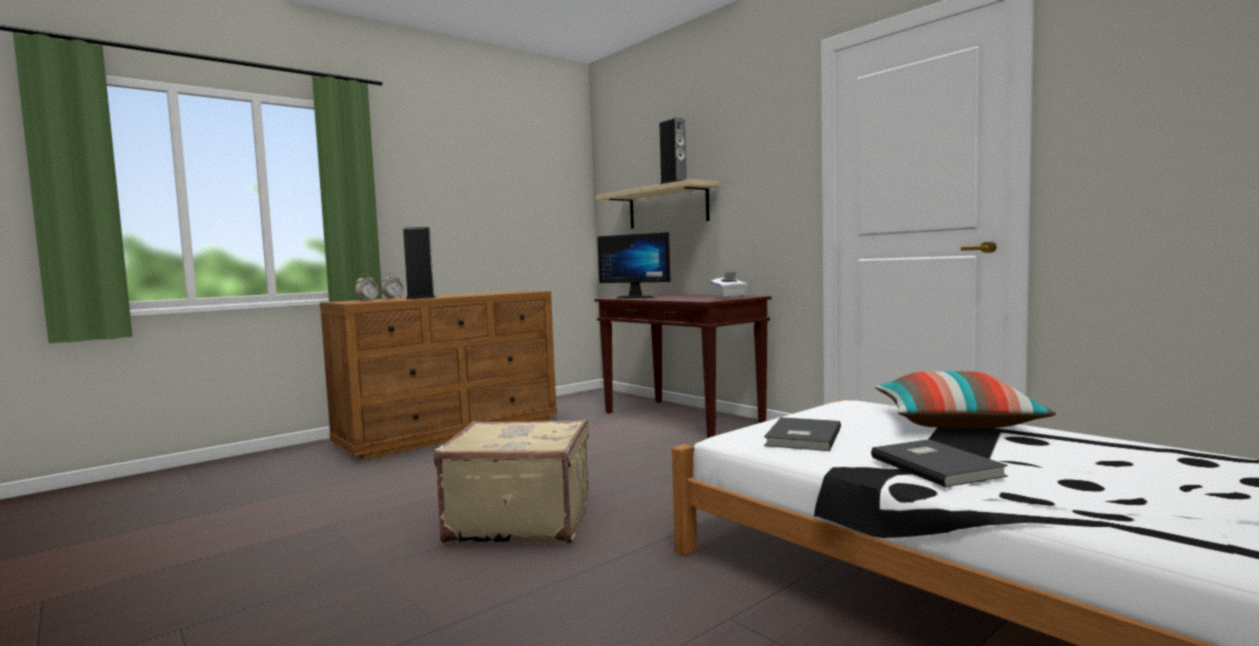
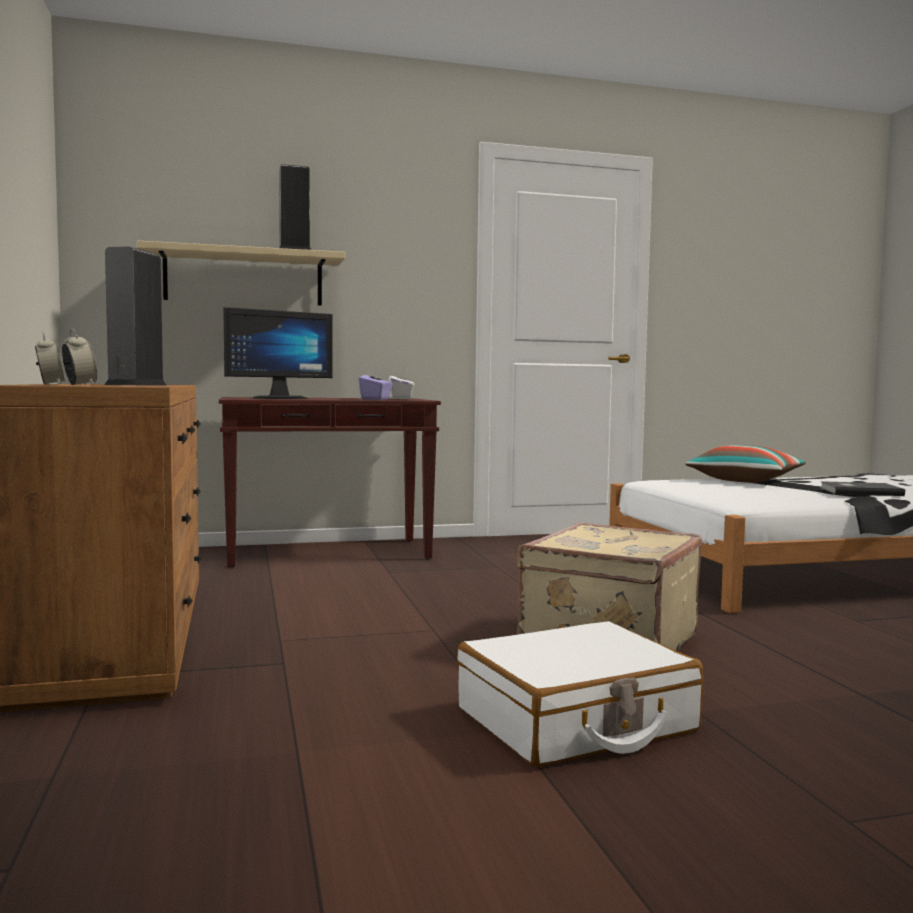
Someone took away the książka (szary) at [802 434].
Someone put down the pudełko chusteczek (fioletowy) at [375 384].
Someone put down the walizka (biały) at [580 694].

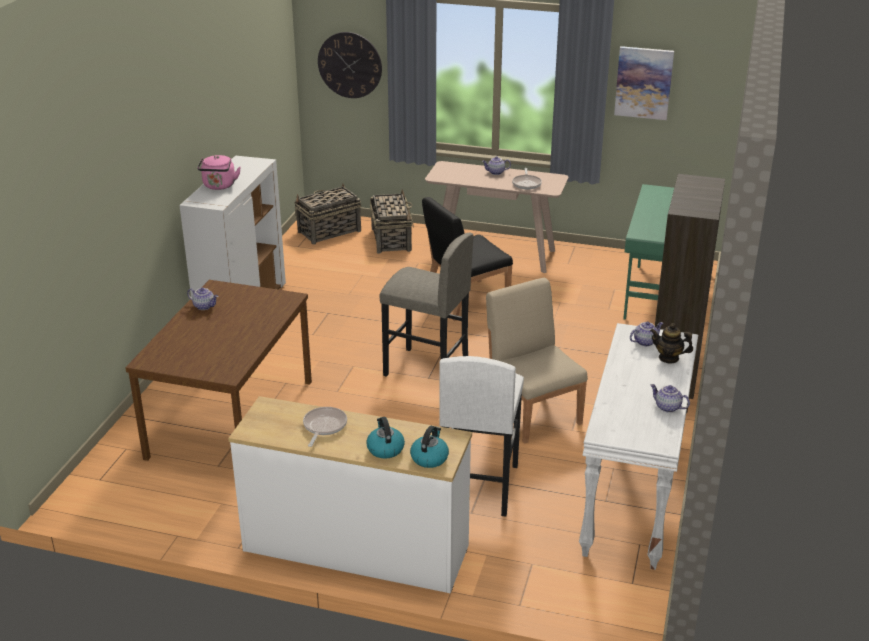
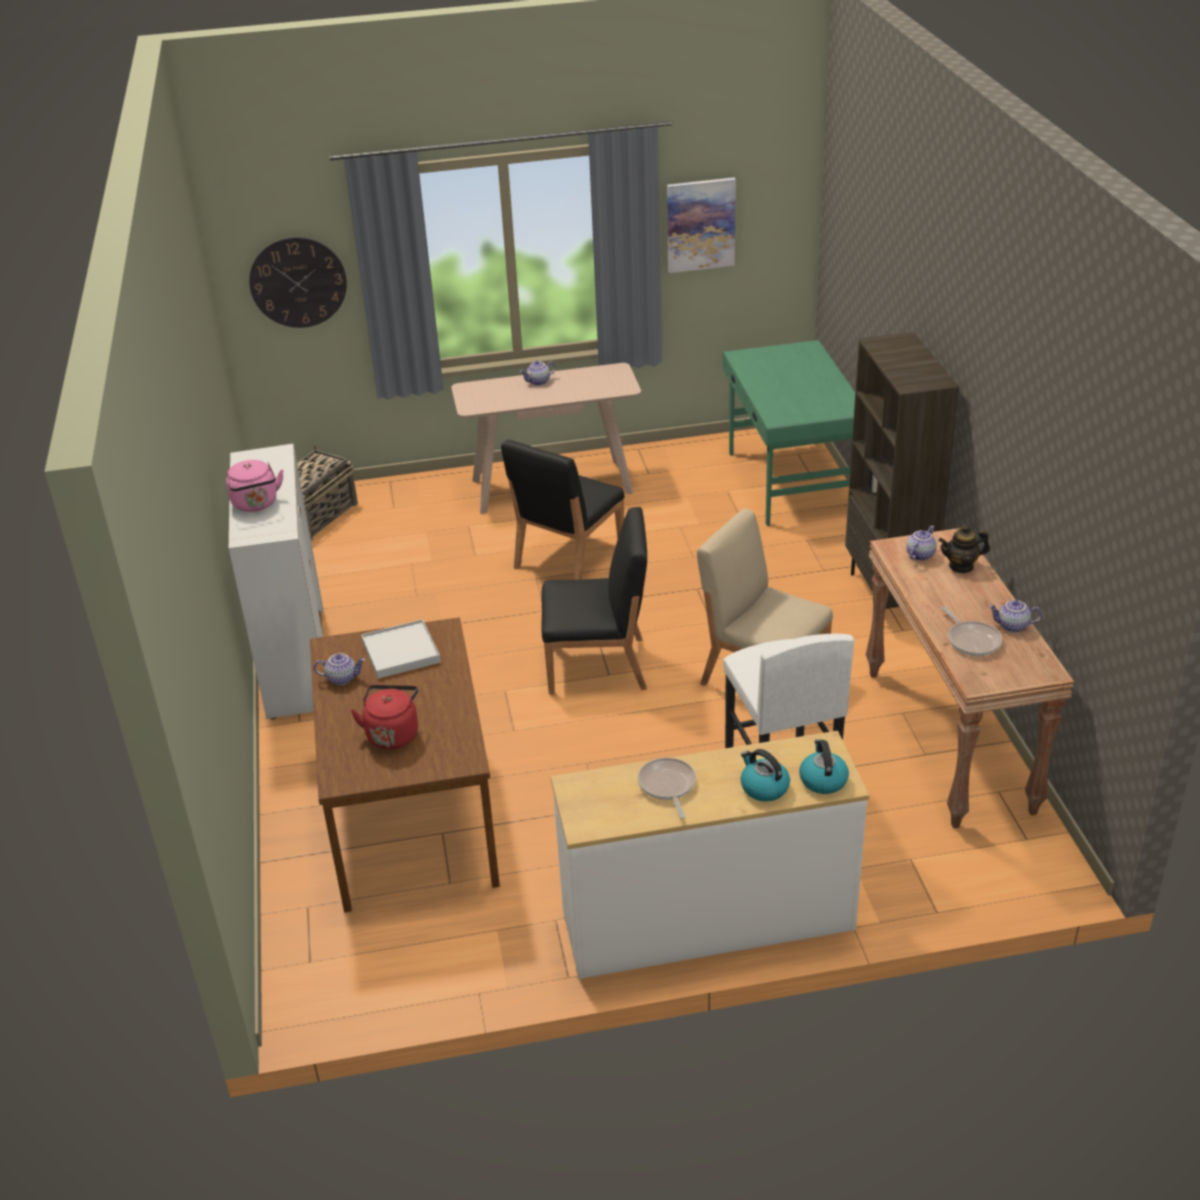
Someone took away the koszyk at [392 221].
Someone put down the czajnik (czerwony) at [384 717].
Someone put down the taca (biały) at [401 649].
Someone carried the patelnia from [527 179] to [971 631].
Someone swapped the stołek (szary) at [426 305] for the krzesło (czarny) at [594 601].
Someone repainted the stolik konsolowy (biały) at [638 446], which became the stolik konsolowy (brązowy) at [970 678].

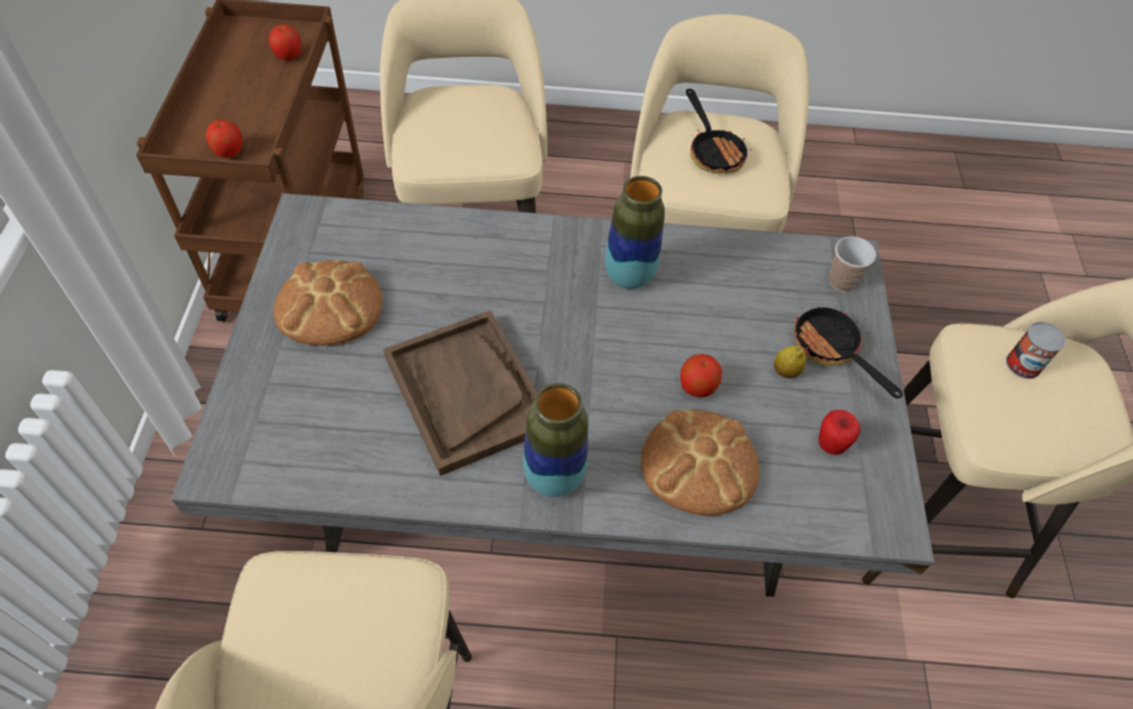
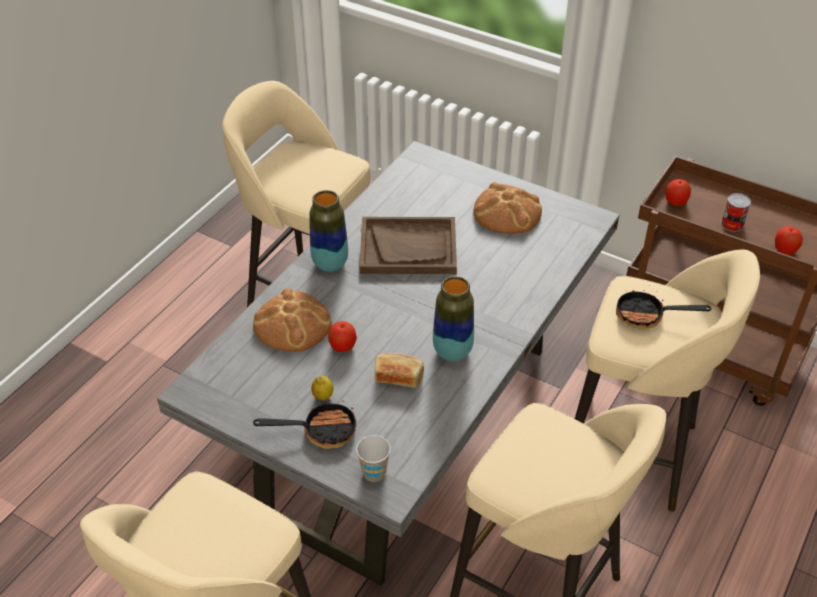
Someone took away the jabłko at [839 432].
Someone put down the chleb at [399 370].
Someone carried the patelnia from [718 131] to [663 309].
Someone carried the puszka from [1035 350] to [736 212].

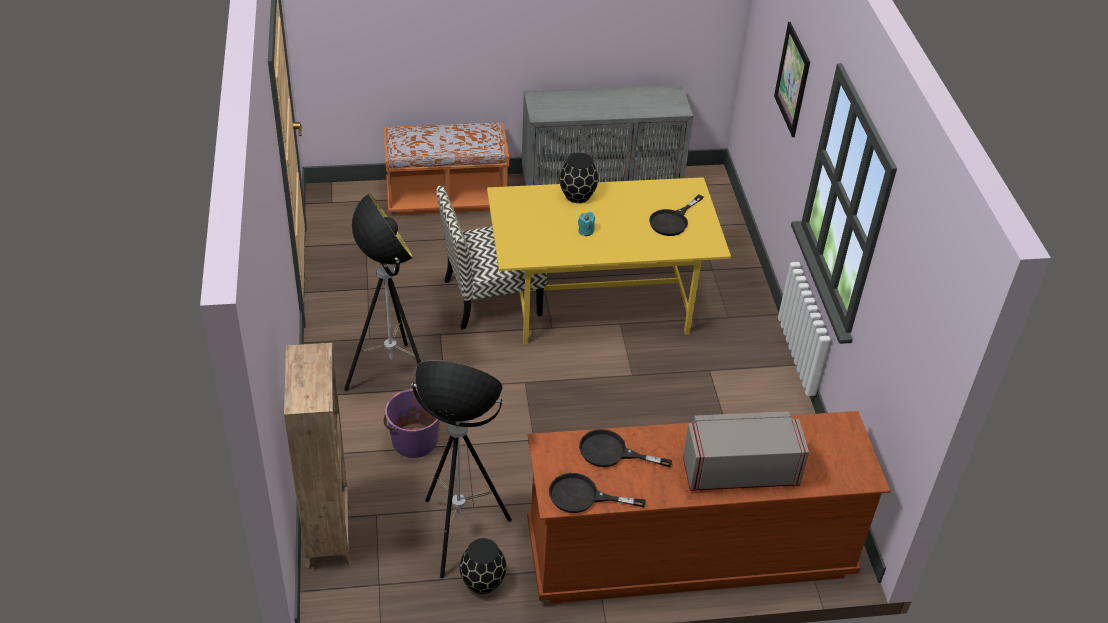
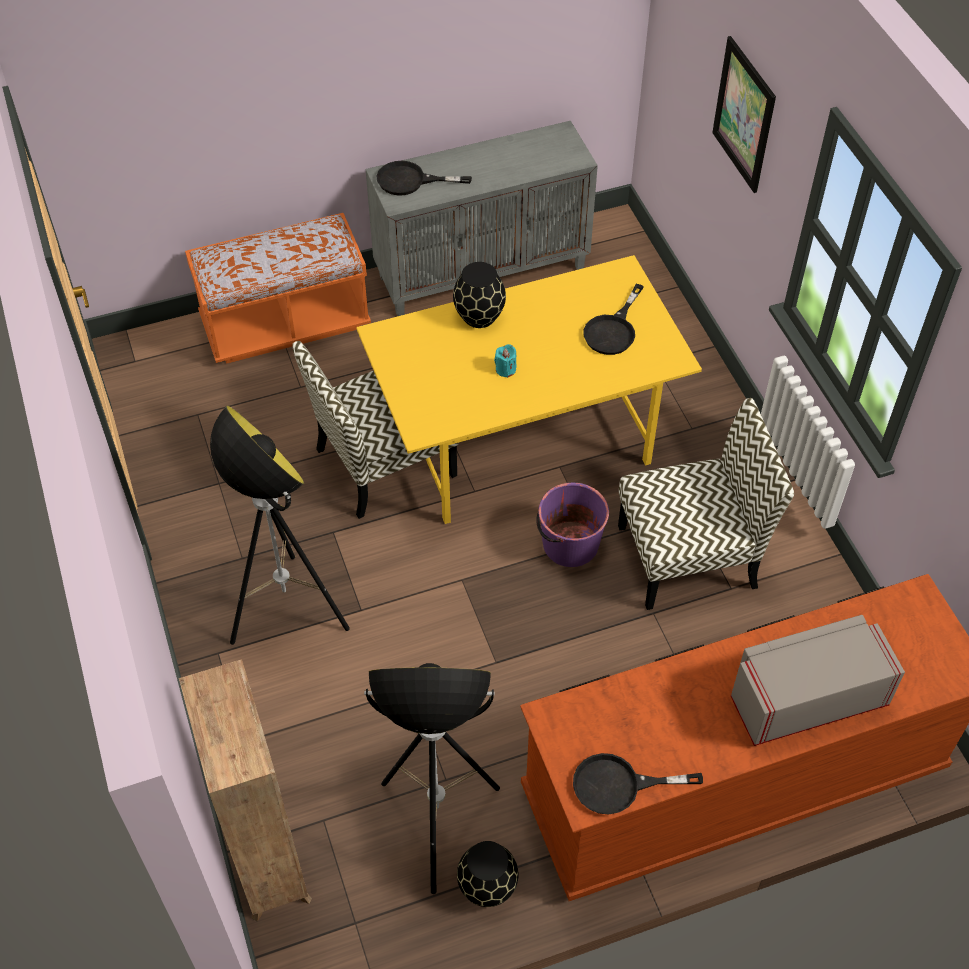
Someone put down the krzesło at [706 504].
Someone carried the wiadro (fioletowy) from [412 423] to [572 525].
Someone carried the patelnia (czarny) from [625 448] to [424 178].

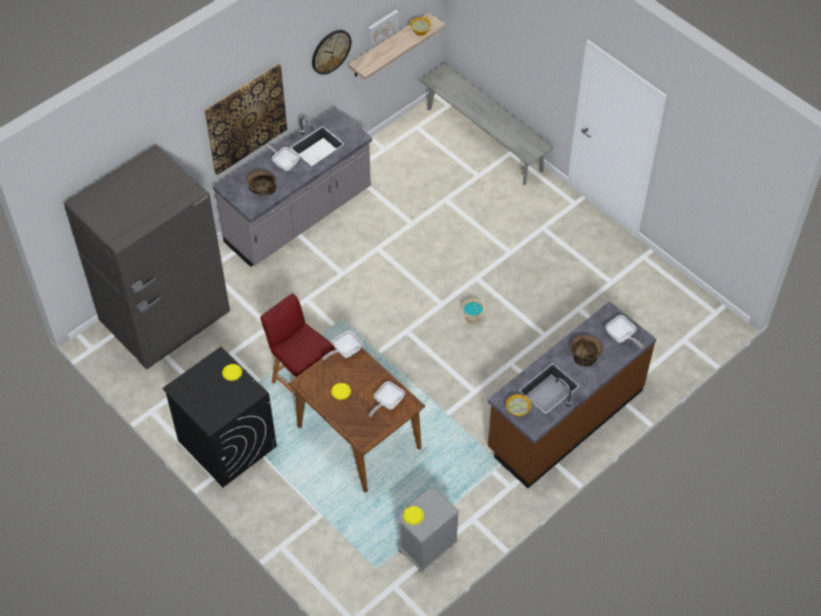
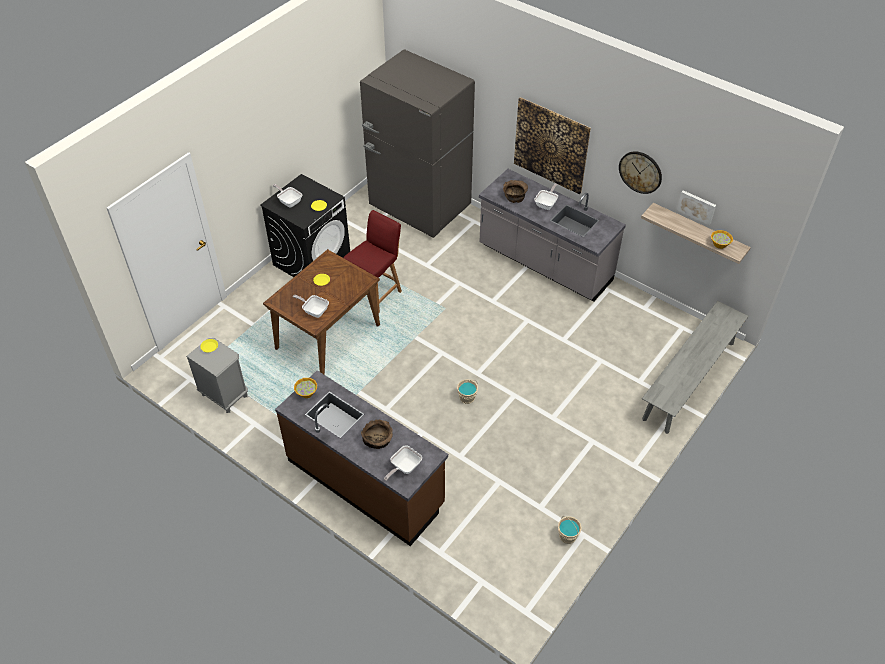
Someone put down the wiadro (beżowy) at [570 530].
Someone carried the patelnia from [342 345] to [287 196].

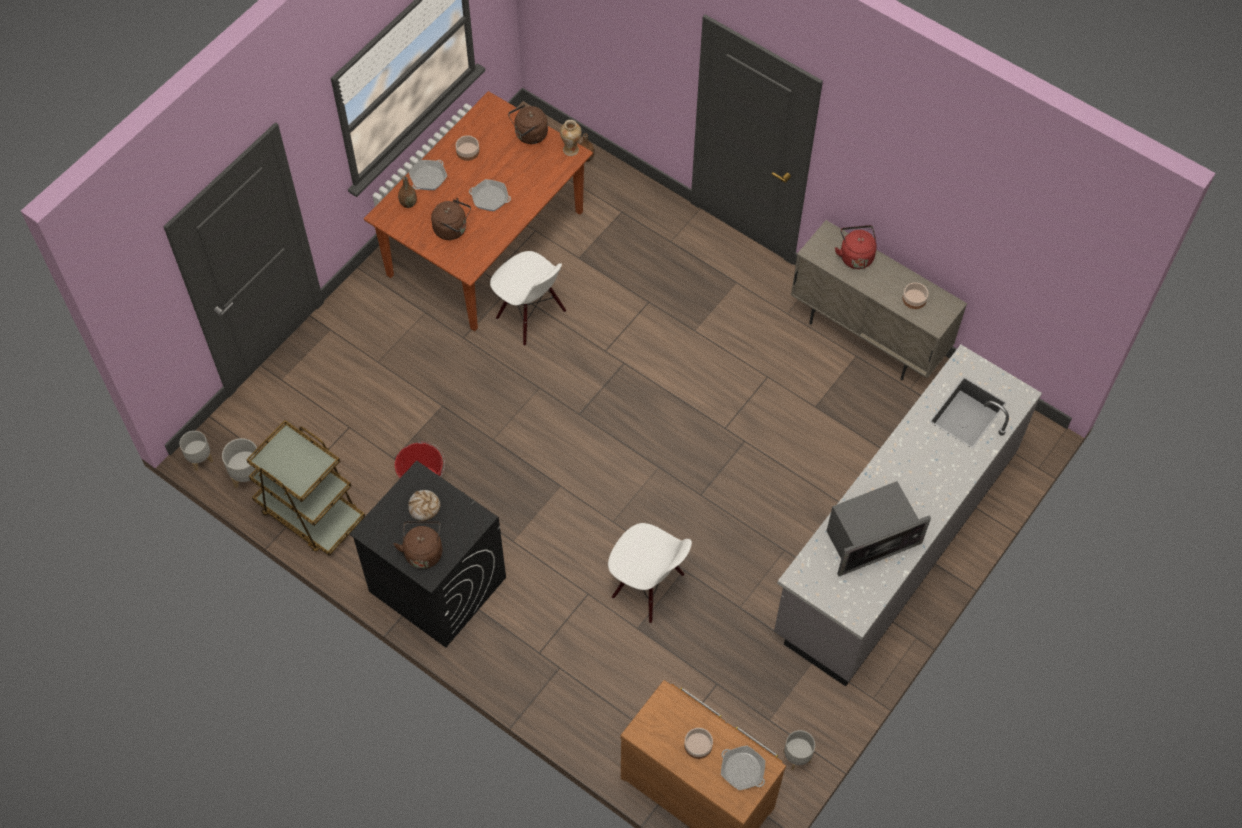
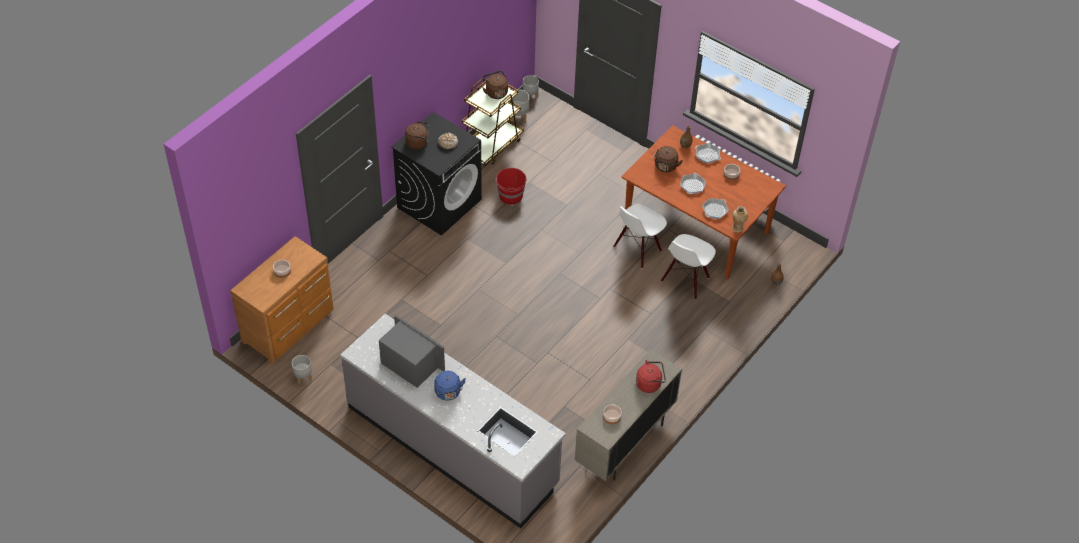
Someone put down the czajnik (niebieski) at [450 386].
Someone carried the czajnik (brązowy) from [528 124] to [495 85].
Someone carried the krzesło (biały) from [650 573] to [688 266].
Someone carried the patelnia from [743 768] to [715 208].
Someone rotated the mikrofalówka at [879 529] by 150 degrees clockwise.

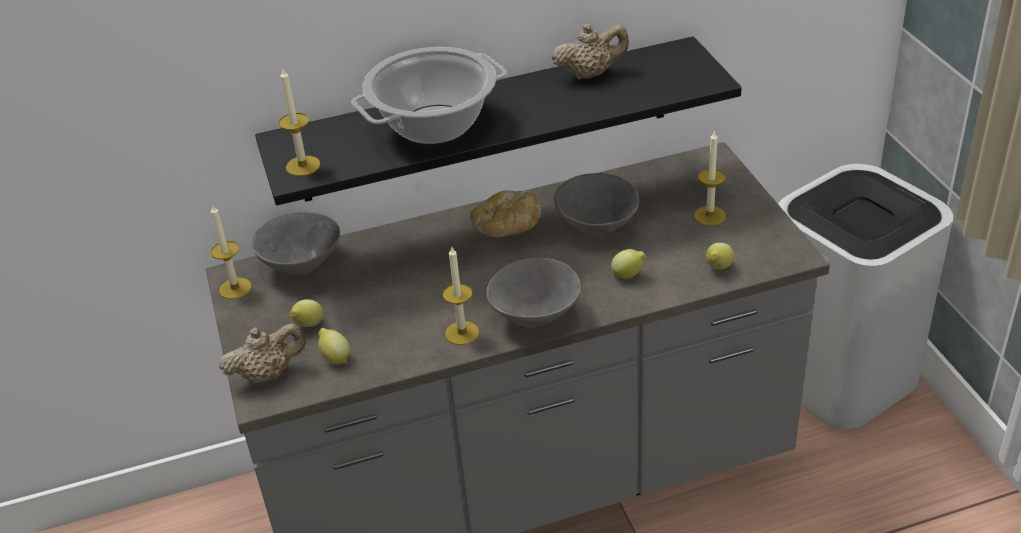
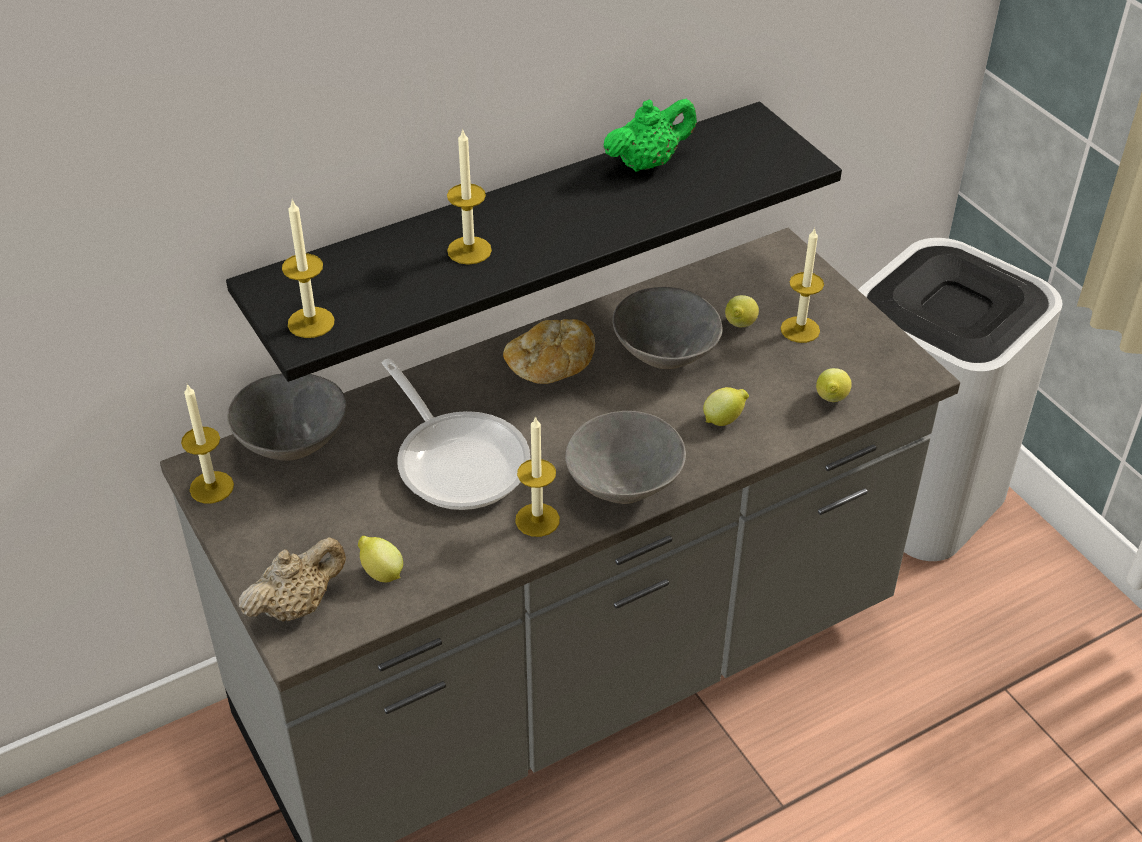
Someone put down the patelnia at [456 434].
Someone carried the cytryna from [306 313] to [742 311].
Someone swapped the garnek at [429 95] for the świeca at [469 196].
Someone repainted the imbryk (beżowy) at [590 51], which became the imbryk (zielony) at [650 135].

